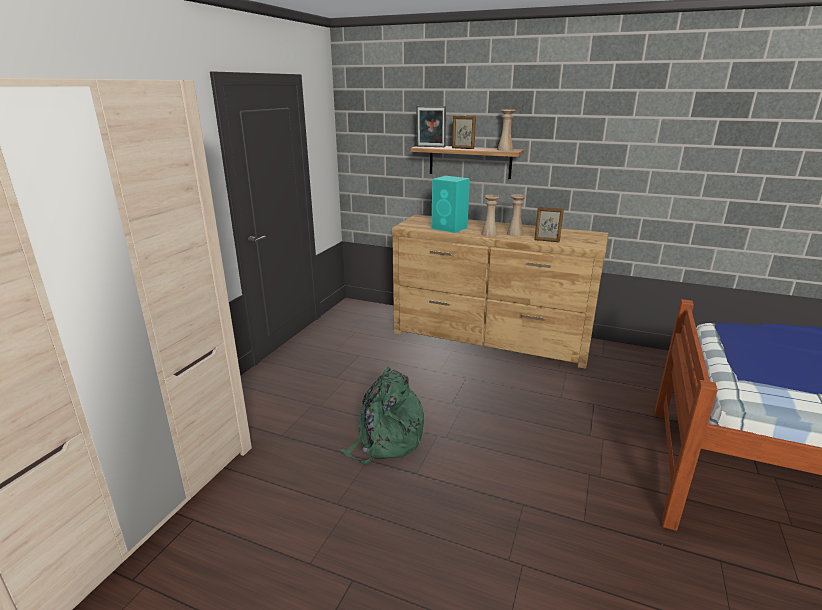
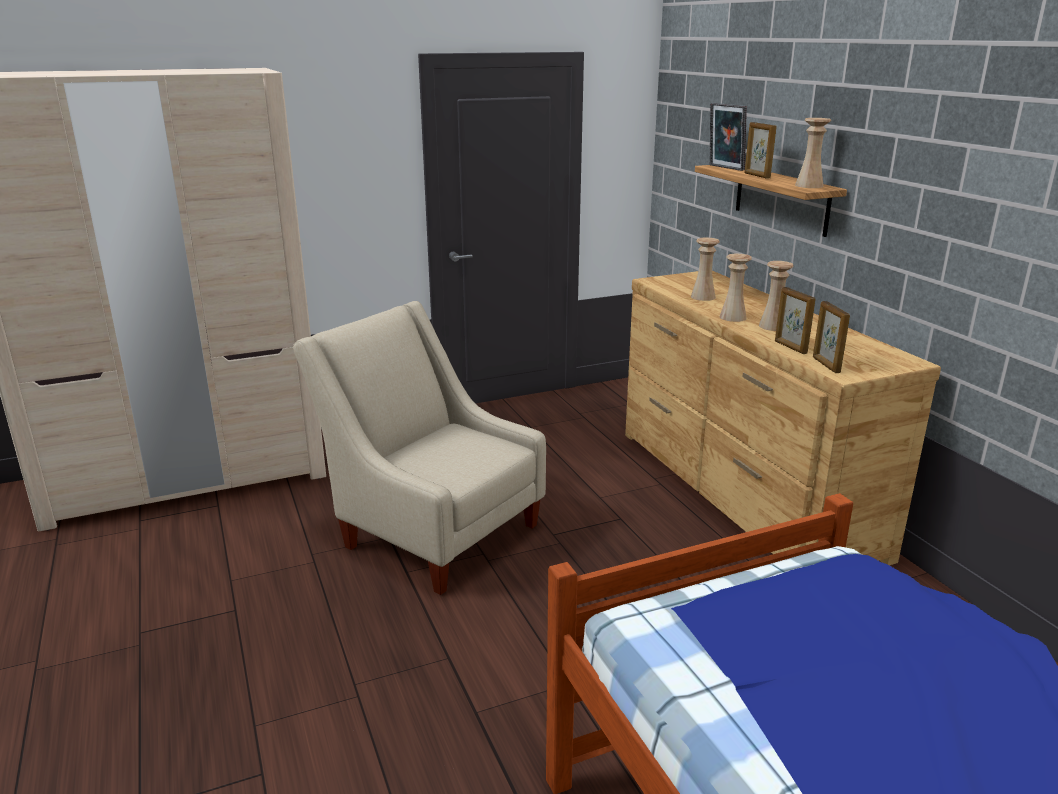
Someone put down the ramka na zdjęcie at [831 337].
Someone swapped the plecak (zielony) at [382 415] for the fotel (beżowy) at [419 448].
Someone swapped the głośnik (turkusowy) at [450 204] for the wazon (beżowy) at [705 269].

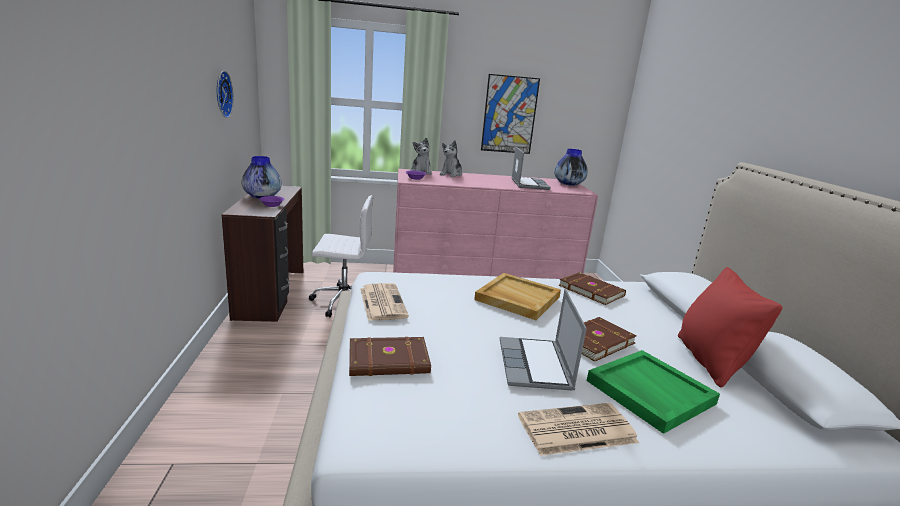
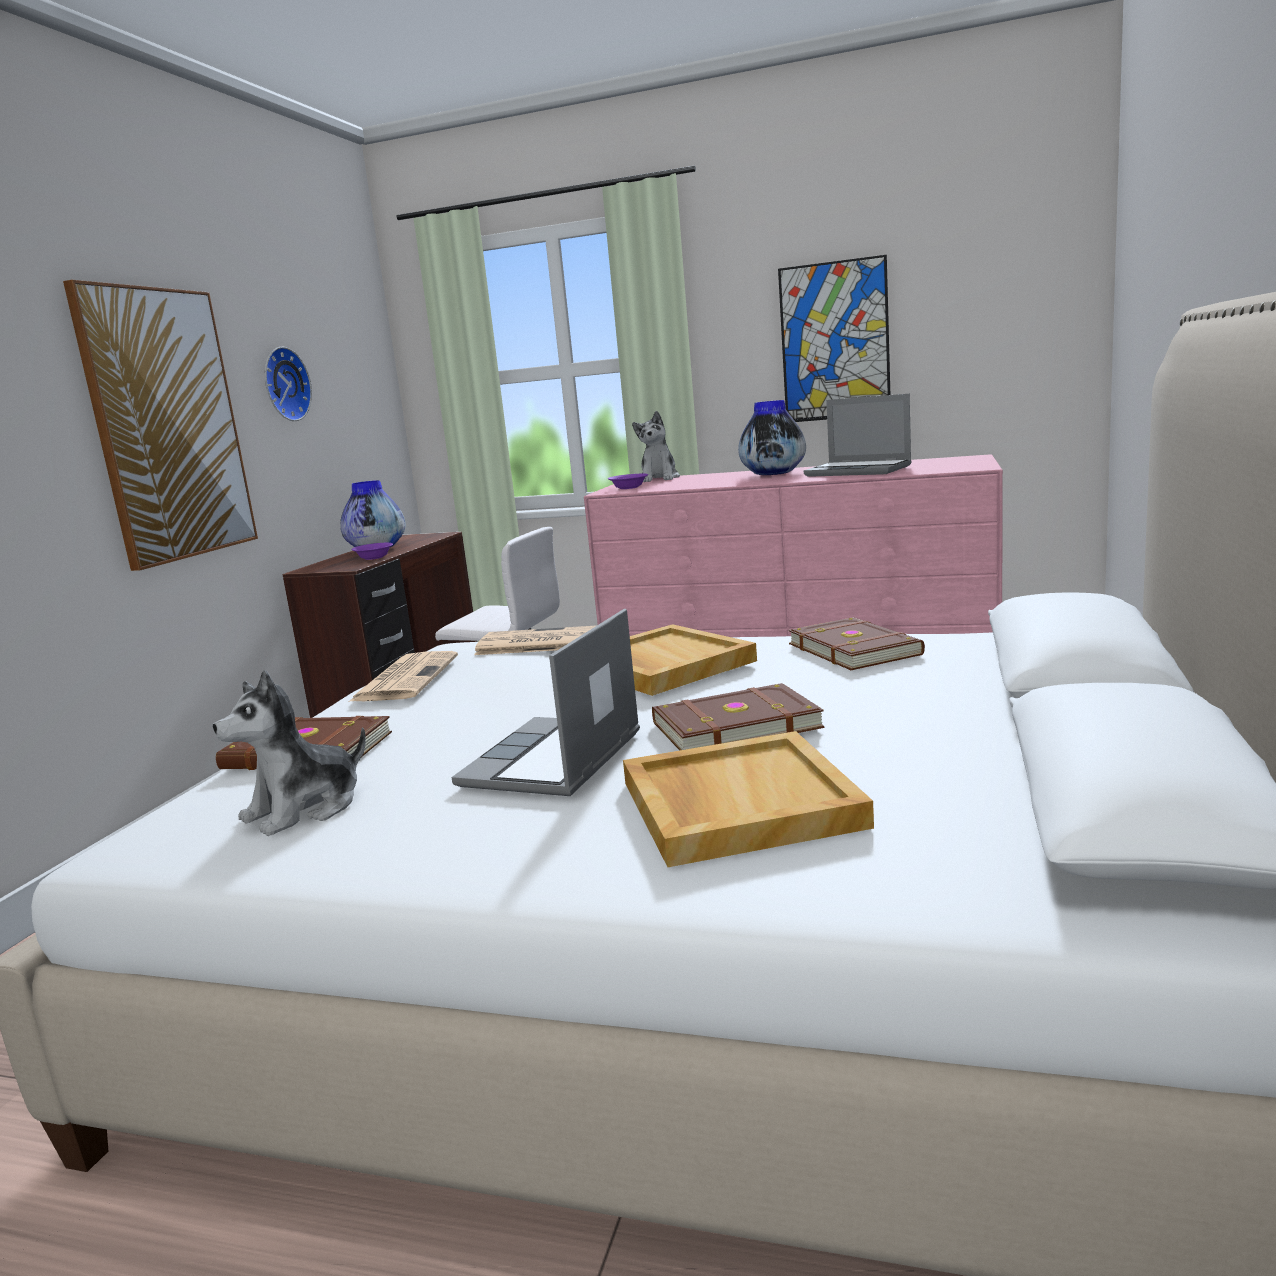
Someone took away the poduszka (czerwony) at [730 327].
Someone put up the obraz at [160 425].
Someone carried the pluszak from [451 158] to [289 753].
Someone carried the gazeta from [578 429] to [535 640].
Someone carried the wazon from [571 167] to [772 437].
Someone repainted the taca (zielony) at [653 392], which became the taca (beżowy) at [748 799].
Someone rotated the laptop at [531 168] by 105 degrees clockwise.

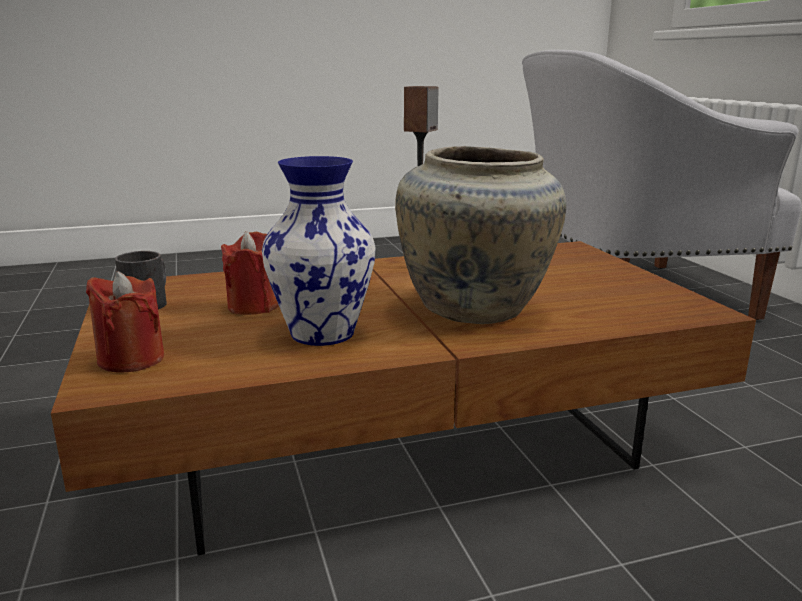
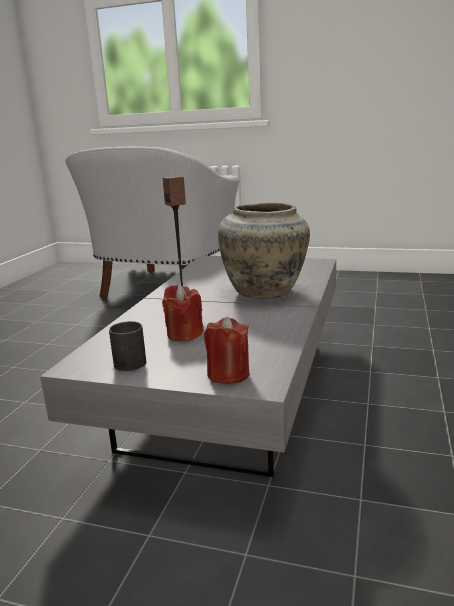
Someone took away the wazon at [319 251].
Someone repainted the ława (brązowy) at [403 398], which became the ława (szary) at [188 366].

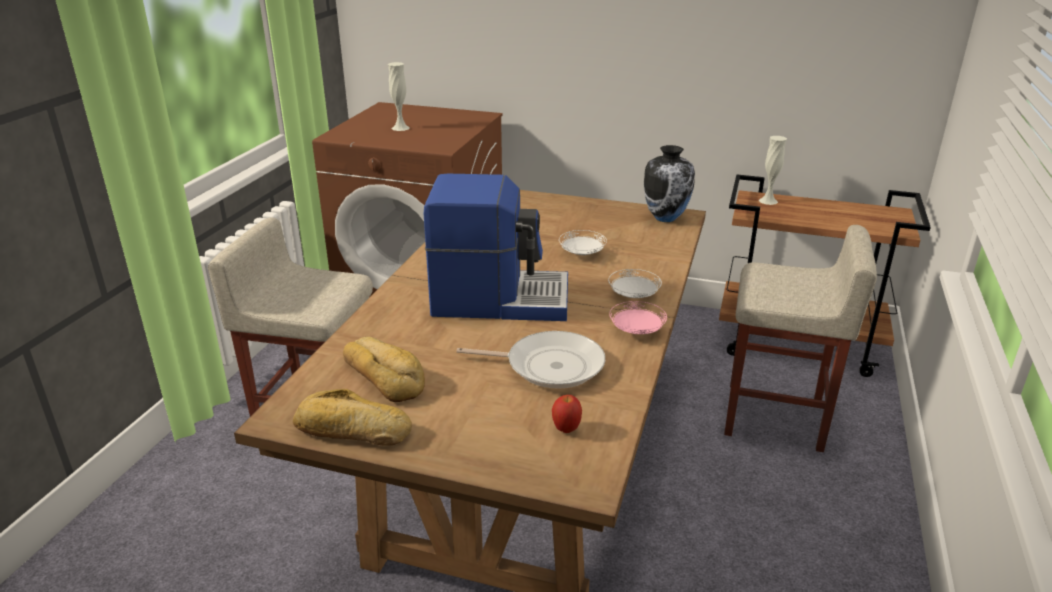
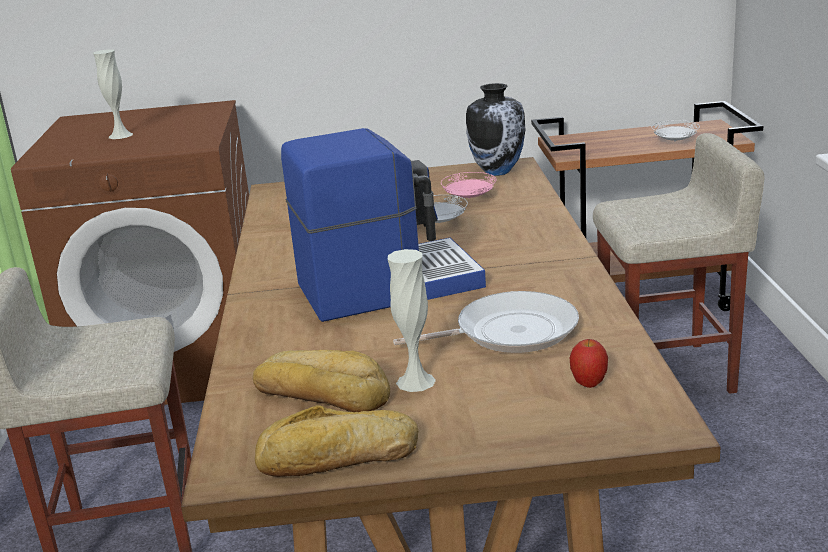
Someone carried the talerz (biały) from [635 283] to [676 131].
Someone carried the talerz (różowy) from [638 317] to [469 185].
Someone carried the wazon (biały) from [773 170] to [412 320].

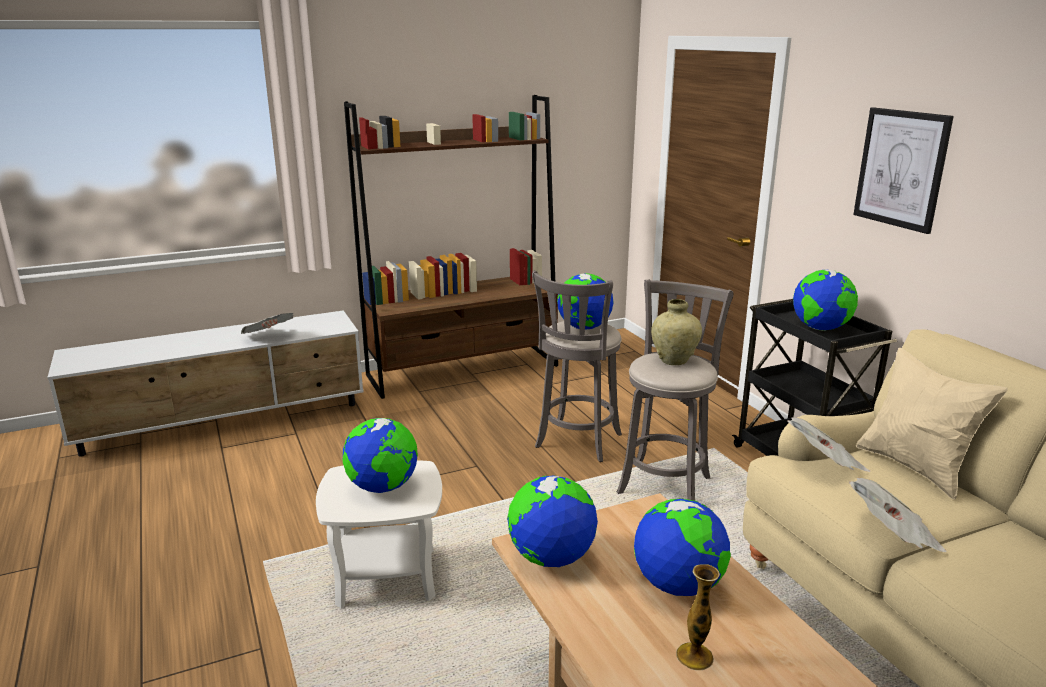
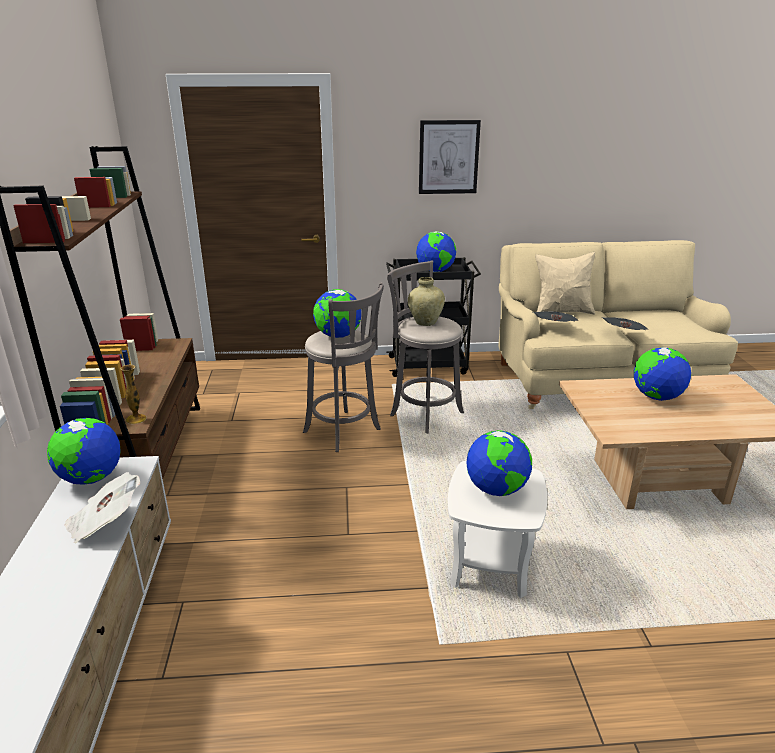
Someone carried the globus from [552 521] to [84 451].
Someone carried the wazon from [698 617] to [133 394].

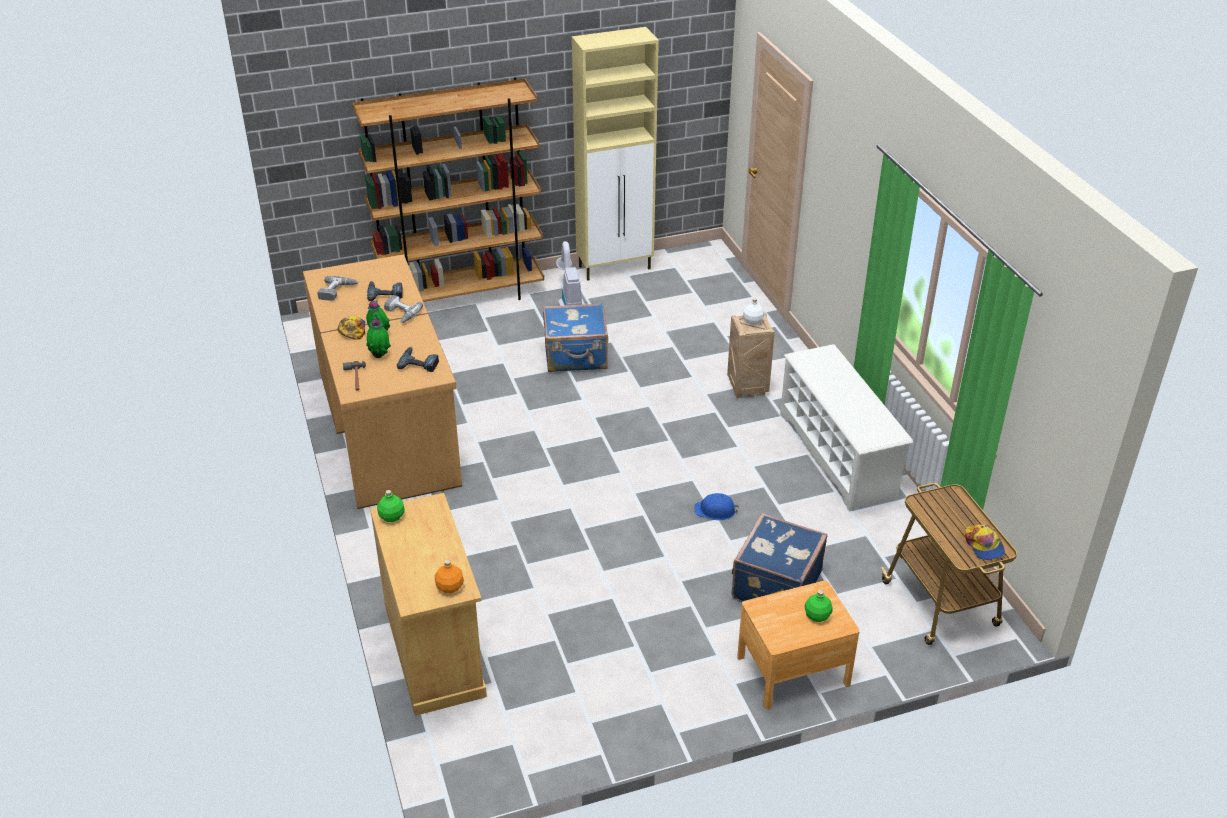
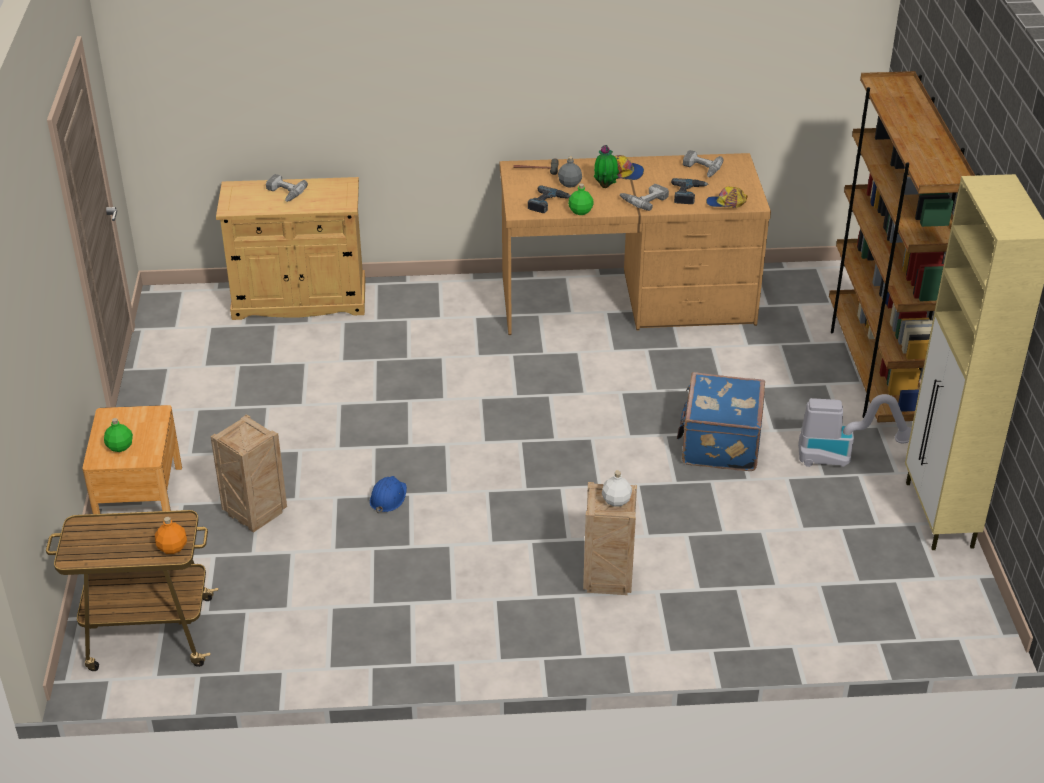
Someone took away the regał na buty (biały) at [846 427].
Someone put down the wiertarka at [287 188].
Someone carried the butelka (zielony) from [391 506] to [581 199].
Someone carried the butelka (pomarańczowy) from [449 576] to [171 535].
Someone carried the czapka z daszkiem from [985 542] to [727 197].
Someone swapped the roślina doniczkowa at [378 338] for the butelka (szary) at [570 172].
Someone swapped the walizka (niebieski) at [779 557] for the skrzynka at [248 473].

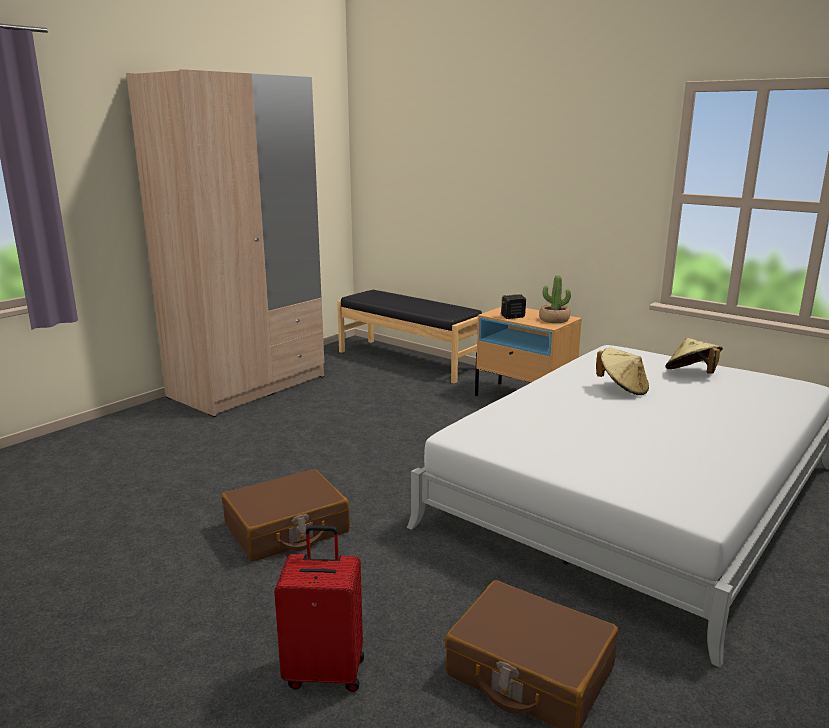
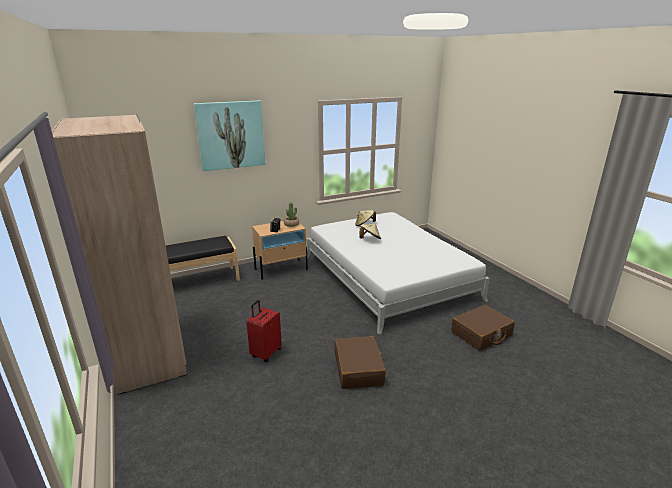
Someone put up the obraz at [229 136].
Someone carried the walizka (czerwony) from [319 608] to [264 331].

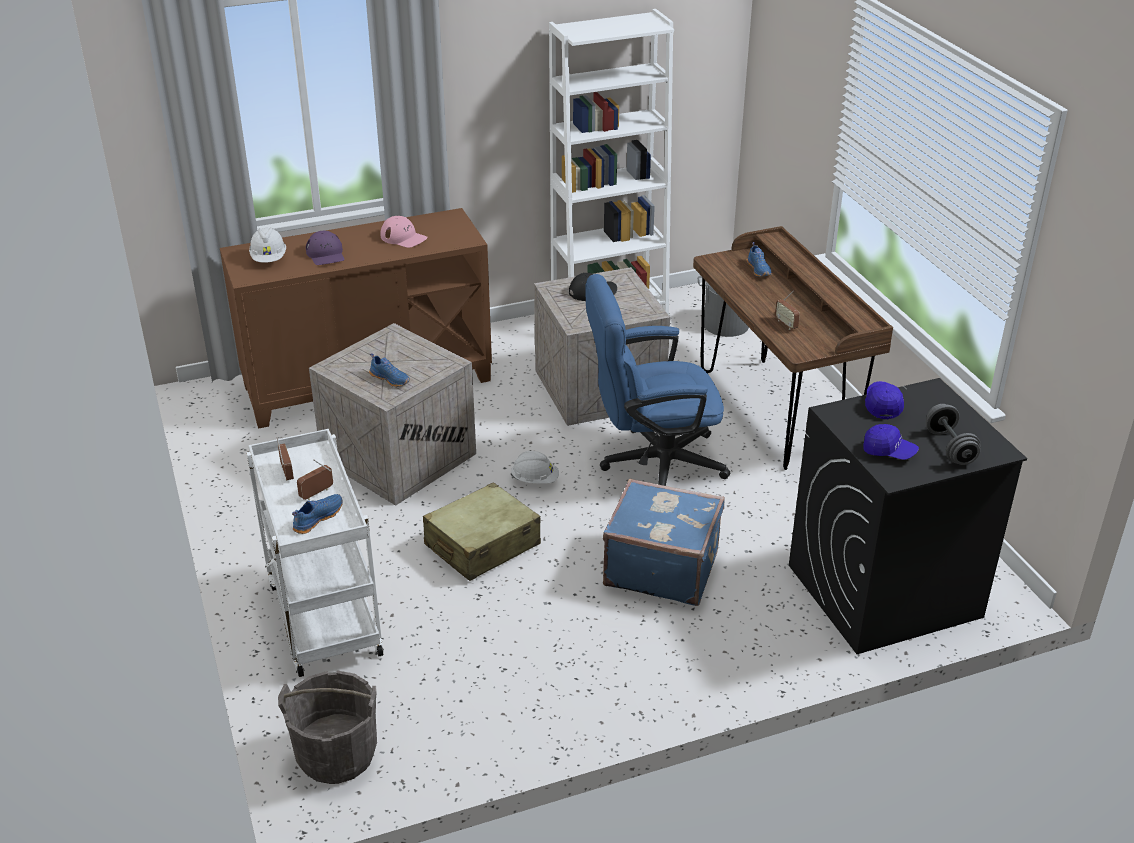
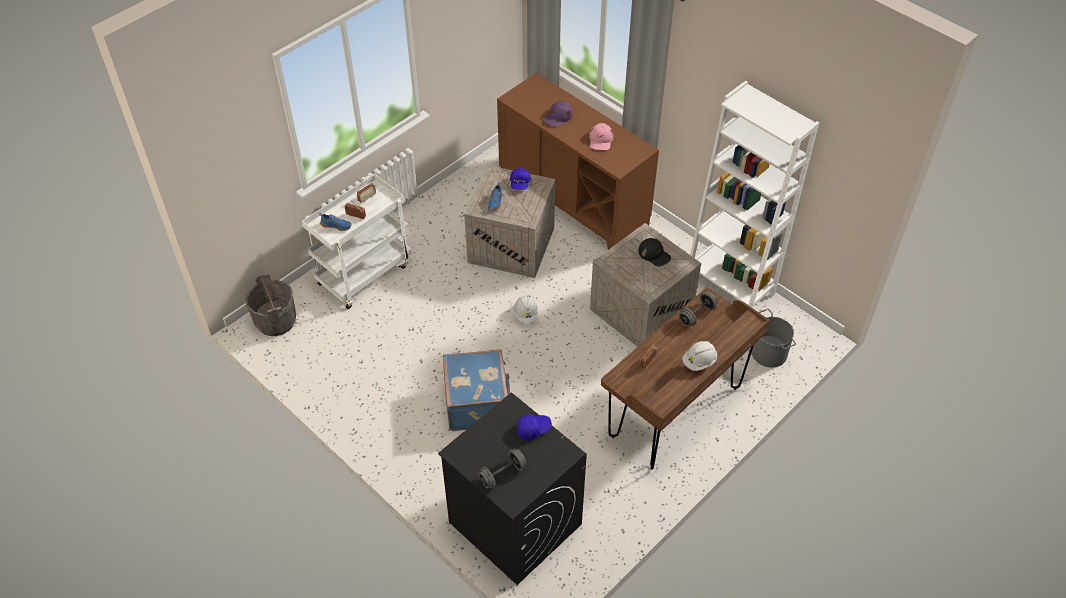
Someone took away the walizka (beżowy) at [482 531].
Someone took away the krzesło biurowe (niebieski) at [657 380].
Someone took away the but (niebieski) at [759 259].
Someone put down the hantel (szary) at [698 309].
Someone carried the kask (biały) from [267 245] to [699 356].
Someone carried the czapka z daszkiem (niebieski) from [891 442] to [520 179].

